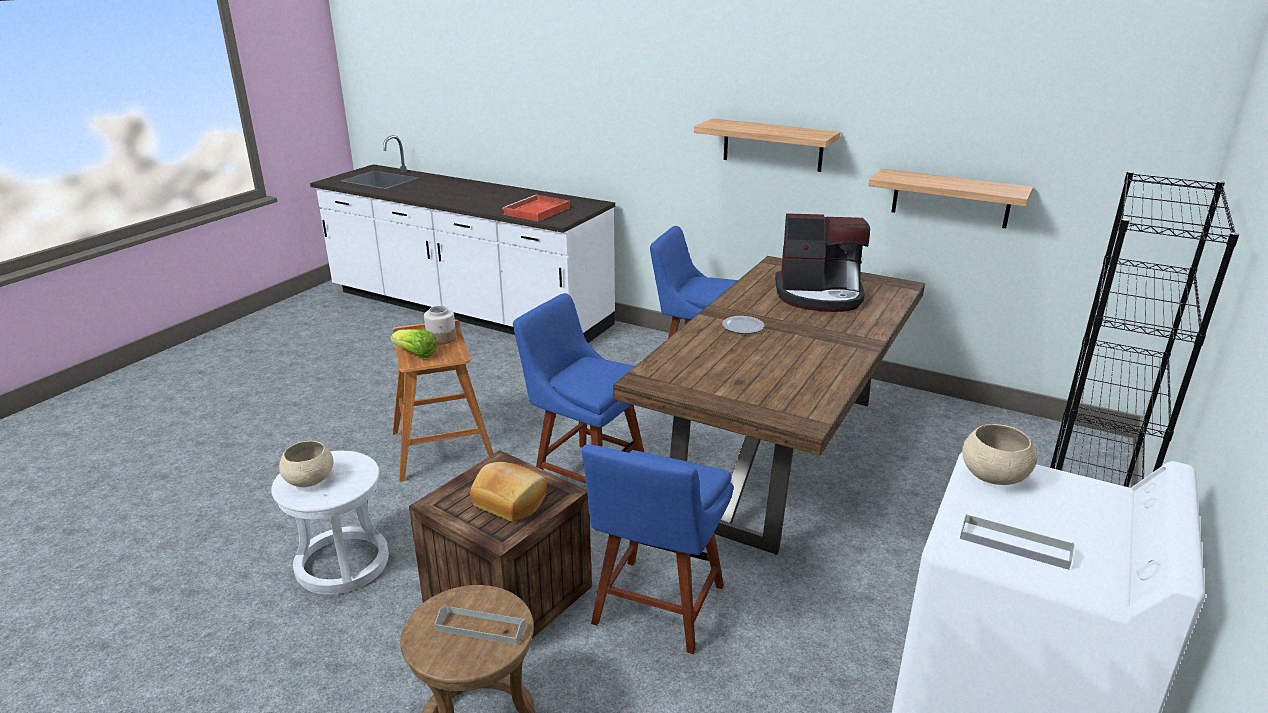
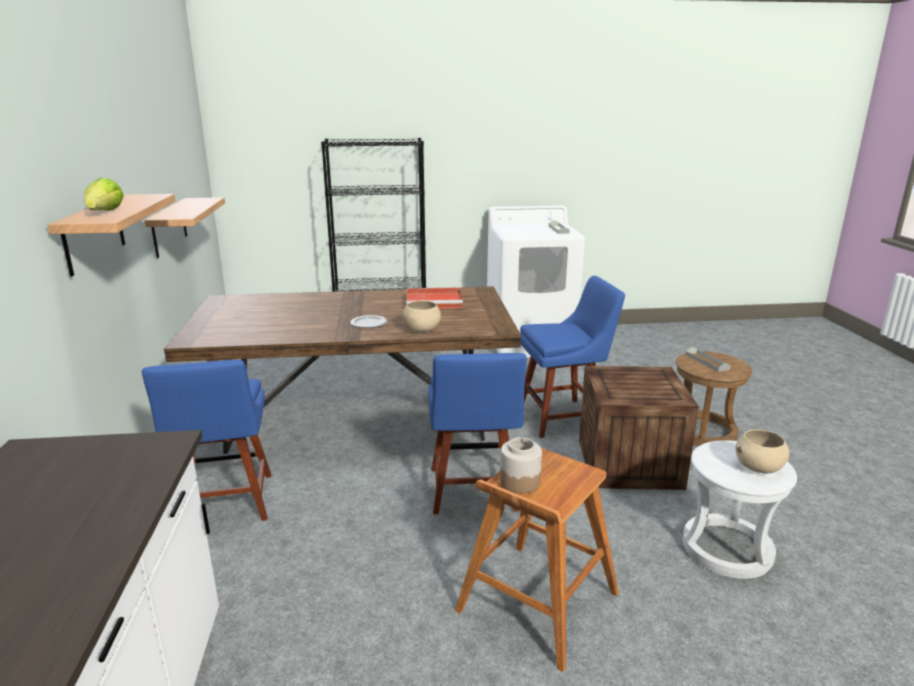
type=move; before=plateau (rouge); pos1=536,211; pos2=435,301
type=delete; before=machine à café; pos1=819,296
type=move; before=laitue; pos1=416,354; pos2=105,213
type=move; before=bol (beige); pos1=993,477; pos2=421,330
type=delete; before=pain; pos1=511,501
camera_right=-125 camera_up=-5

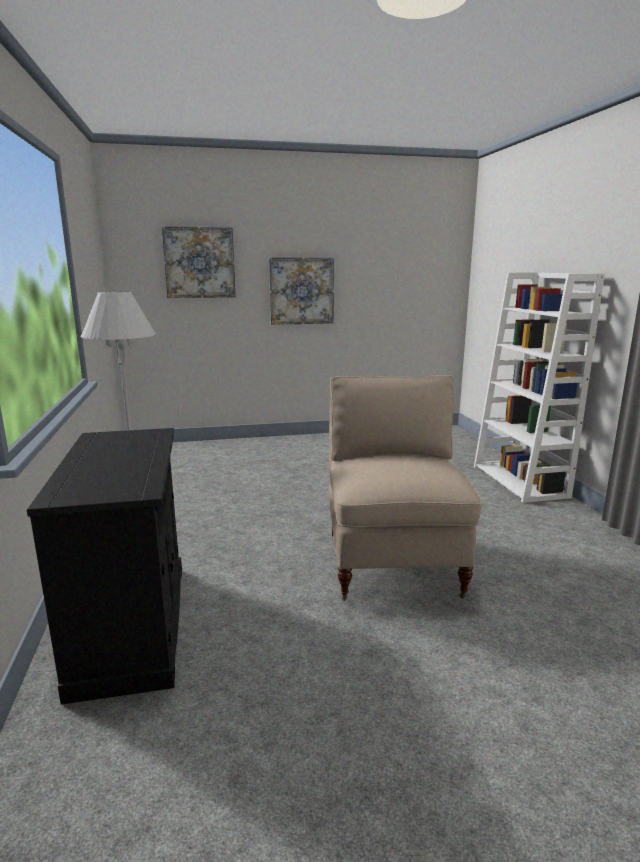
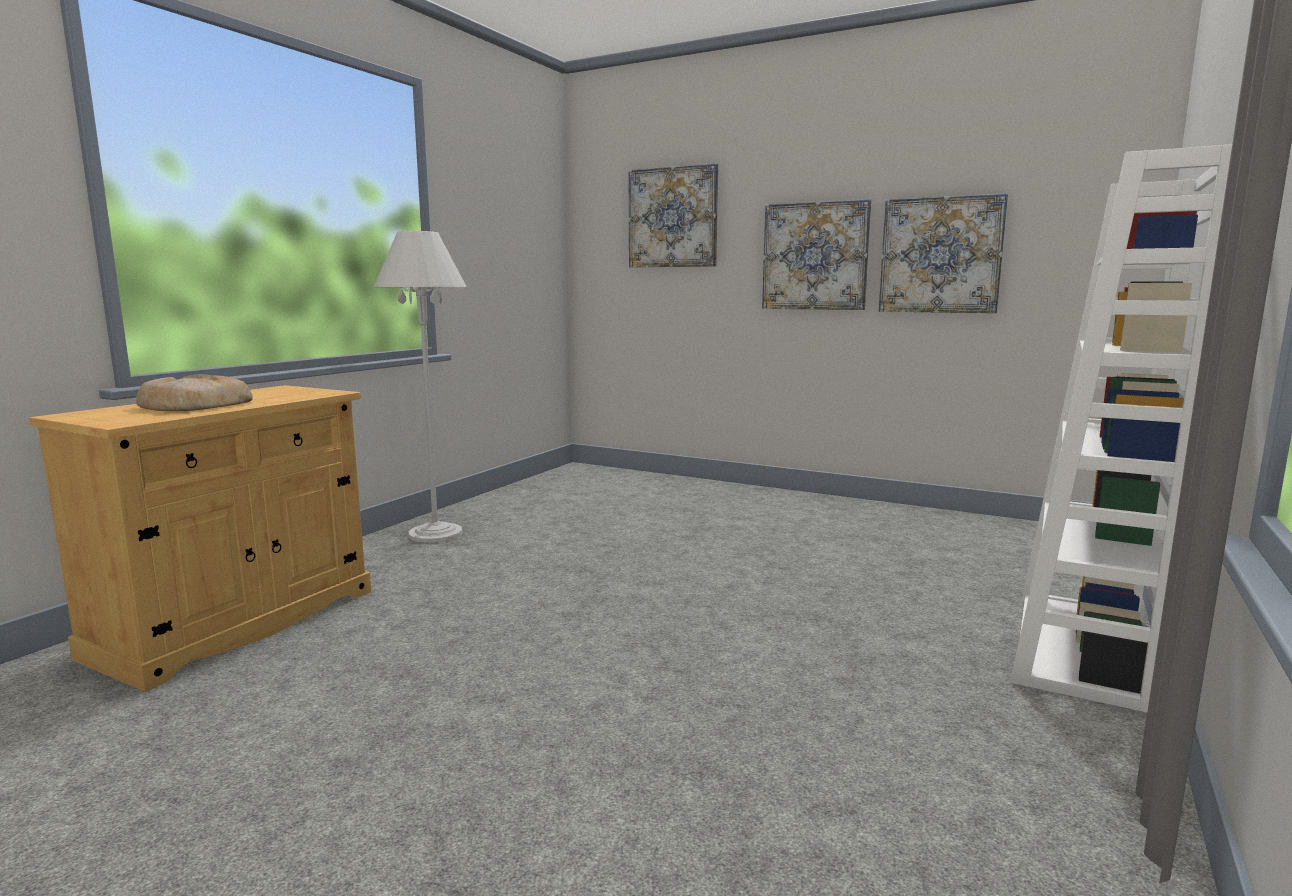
type=delete; before=chaise (beige); pos1=392,562
type=recolor; before=meuble de rangement (noir); after=meuble de rangement (beige); pos1=133,625; pos2=237,623
type=insert; after=tableau; pos2=940,255
type=insert; after=pain; pos2=193,405
camera_right=40 camera_up=-5

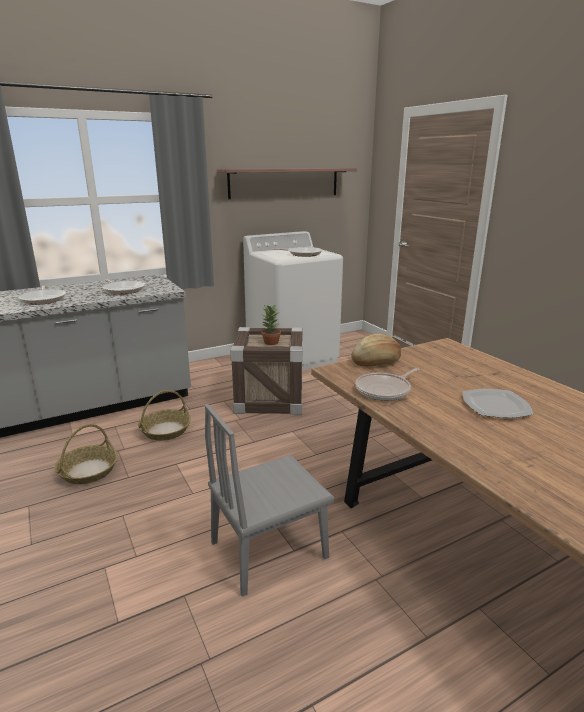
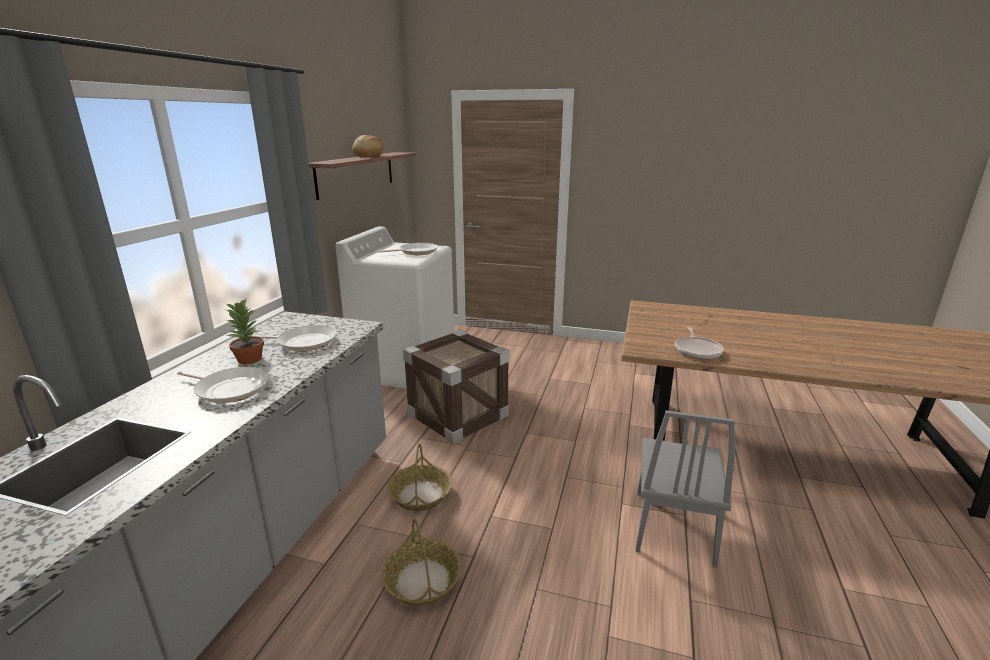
type=move; before=plante en pot; pos1=270,342; pos2=249,359
type=move; before=pain; pos1=376,362; pos2=369,156
type=delete; before=assiette; pos1=495,405
camera_right=-45 camera_up=0

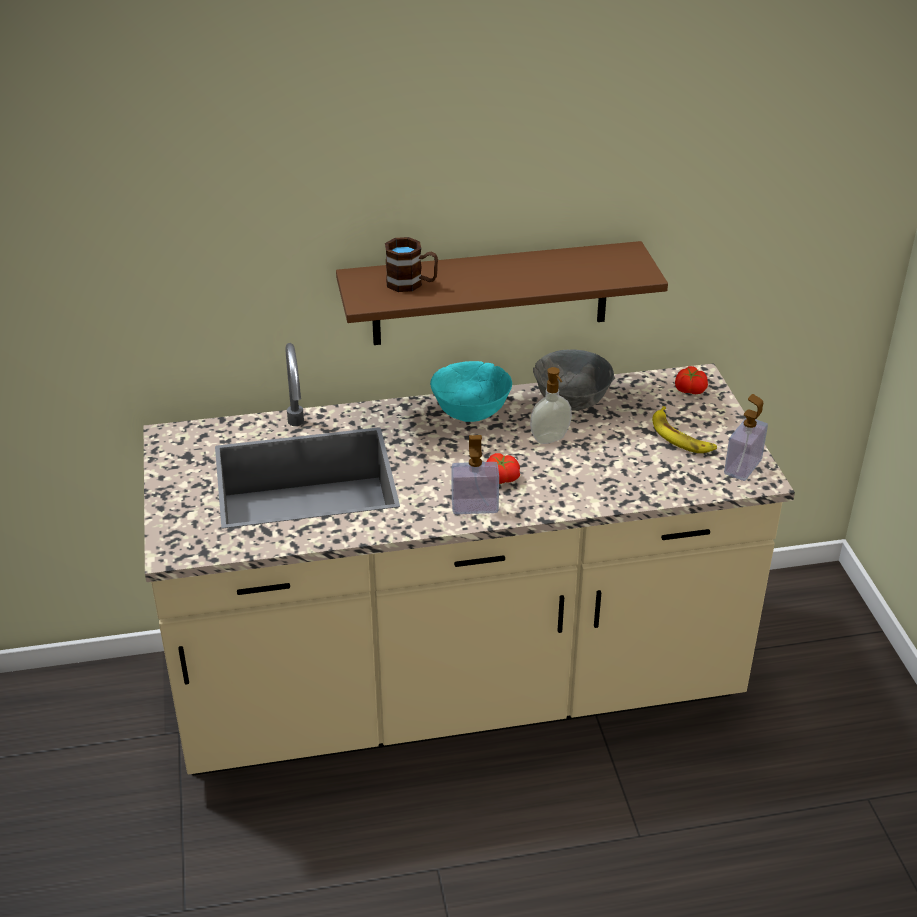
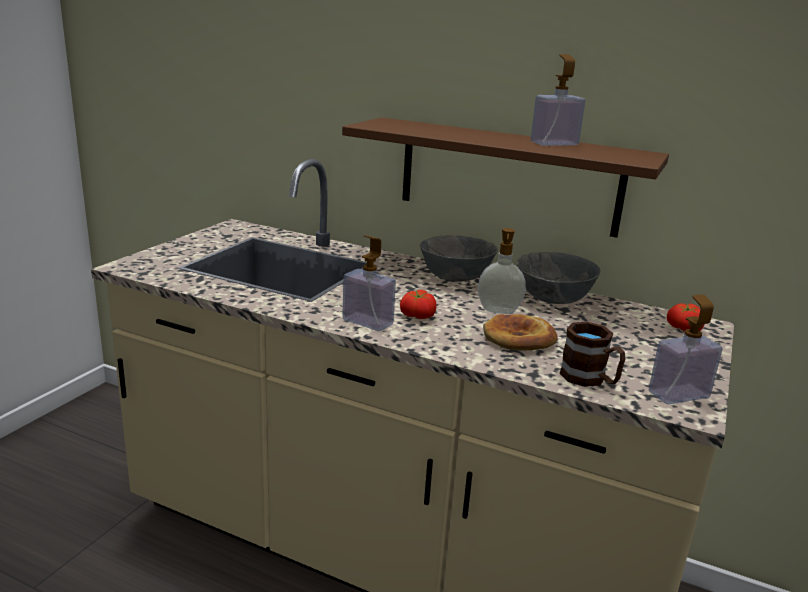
type=move; before=mug (marron); pos1=412,284; pos2=590,380
type=recolor; before=bol (turquoise); after=bol (gris); pos1=470,412; pos2=455,278
type=delete; before=banane; pos1=681,436
type=insert; after=distributeur de savon; pos2=554,143
type=insert; after=pain; pos2=518,338
camera_right=35 camera_up=-15

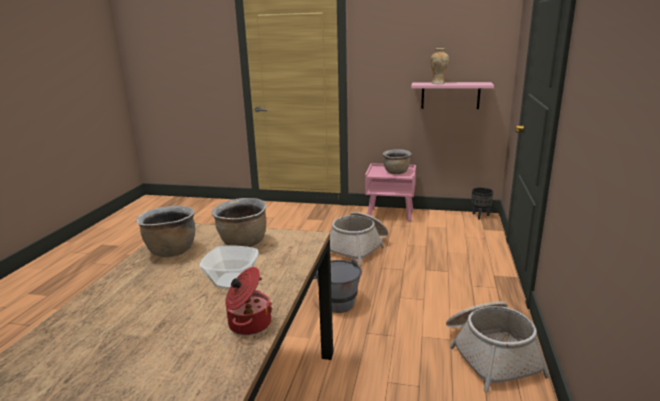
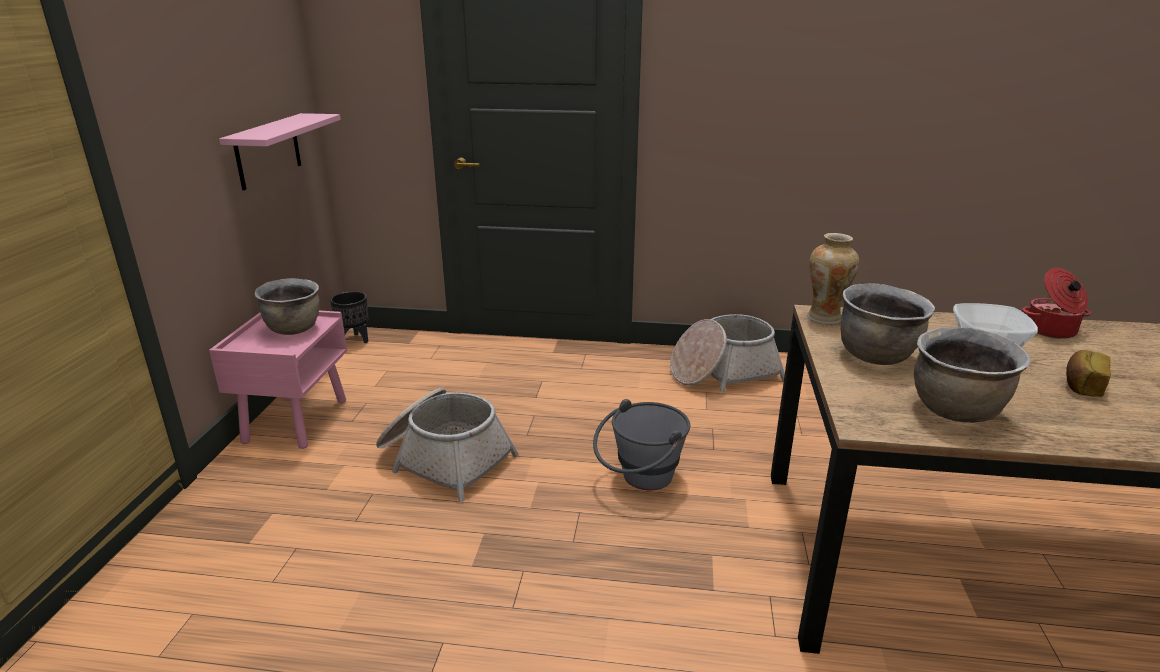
type=move; before=vase; pos1=438,83; pos2=825,318
type=insert; after=pain; pos2=1082,385
camera_right=-95 camera_up=5

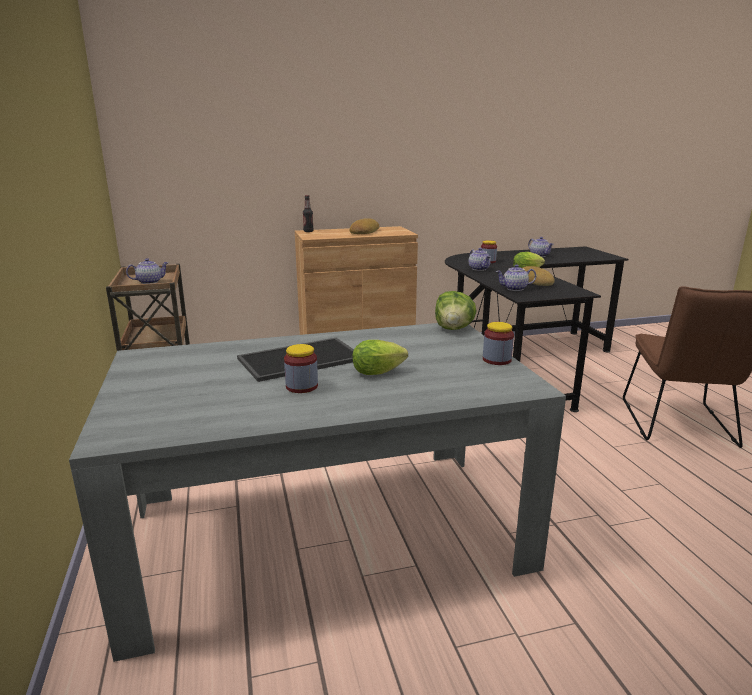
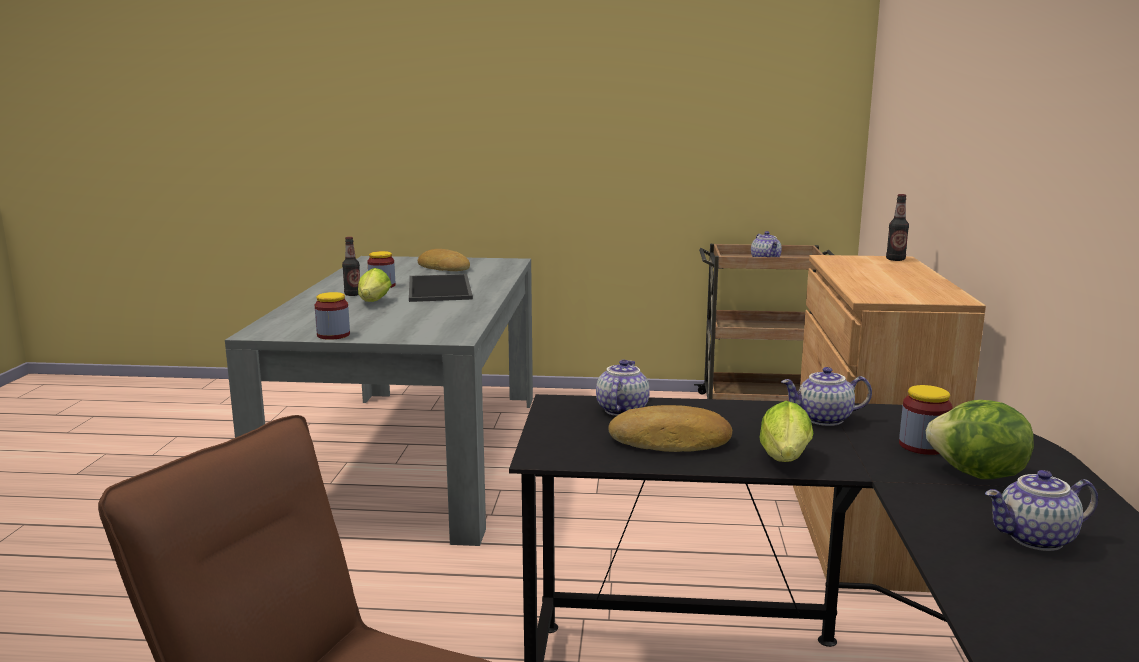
type=move; before=pain; pos1=363,232; pos2=445,267
type=move; before=laitue; pos1=454,329; pos2=977,475
type=insert; after=bouteille; pos2=352,294
camera_right=110 camera_up=-5

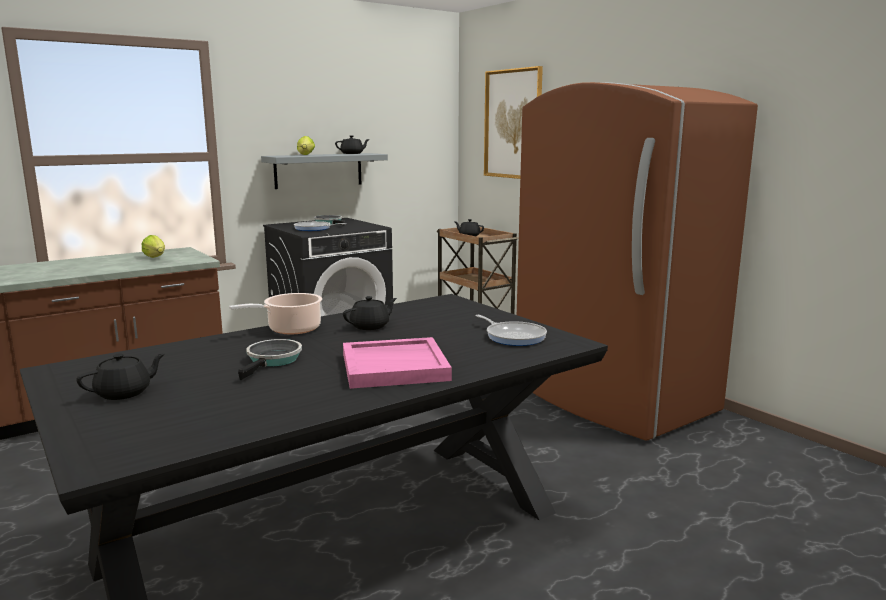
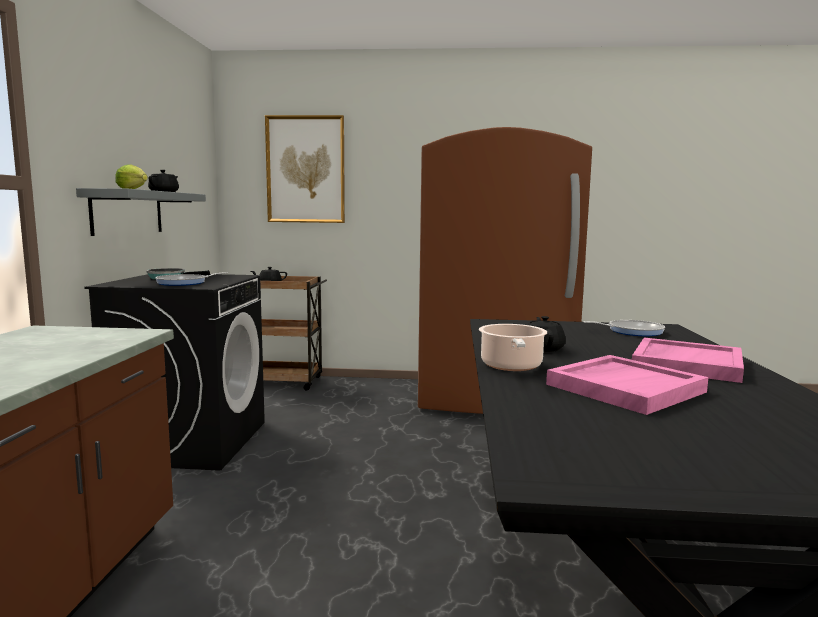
type=delete; before=laitue; pos1=156,258
type=replace; before=poêle; after=plateau (rose); pos1=273,361; pos2=624,388
type=delete; before=théière (noir); pos1=124,393
camera_right=-50 camera_up=-5

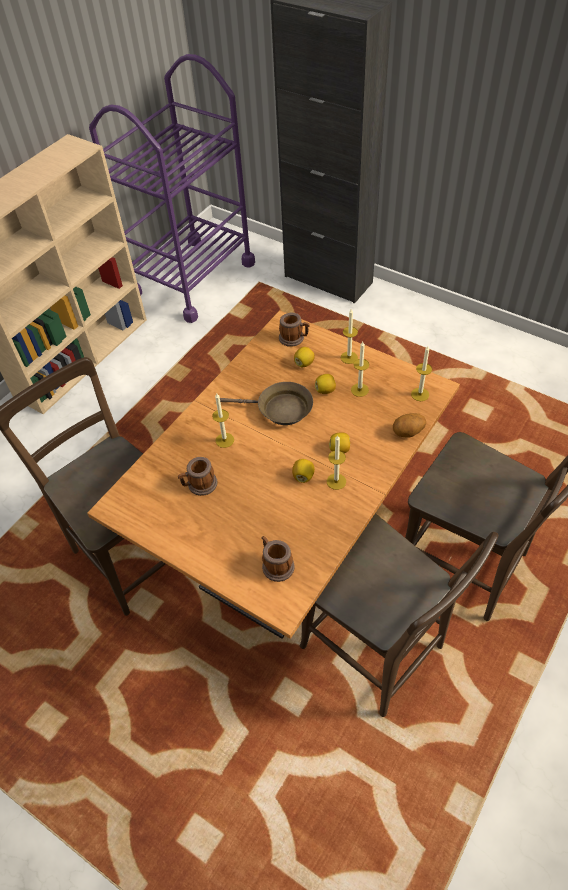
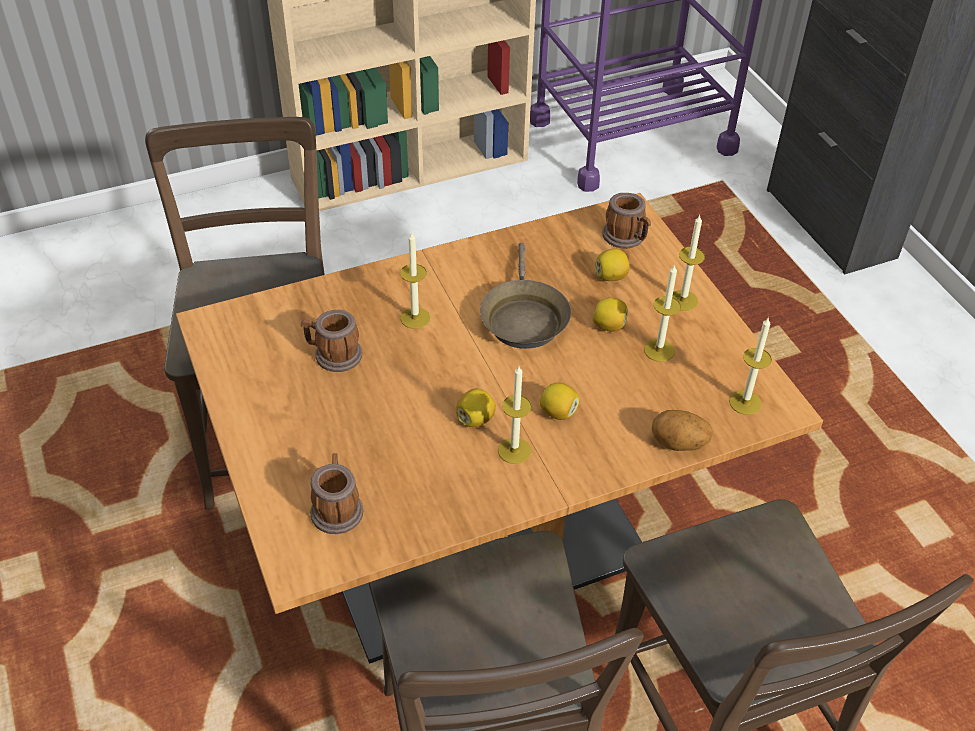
type=rotate; before=poêle (marron); pos1=280,409; pos2=523,318; turn=45
camera_right=30 camera_up=-5

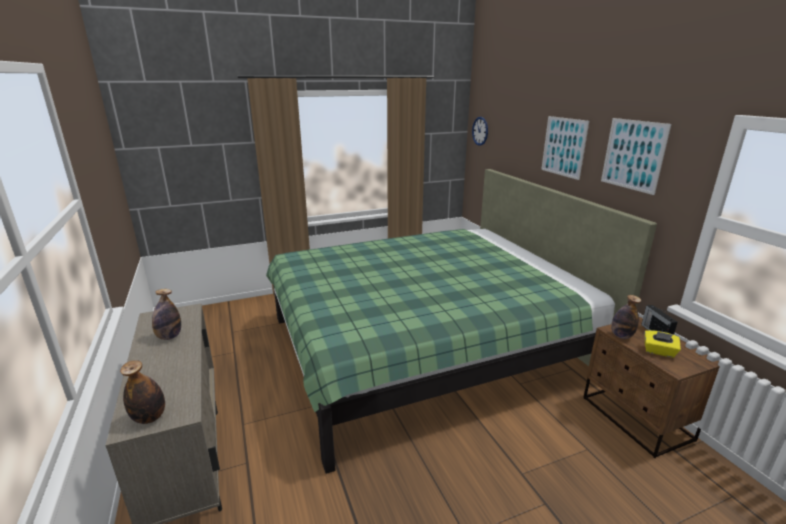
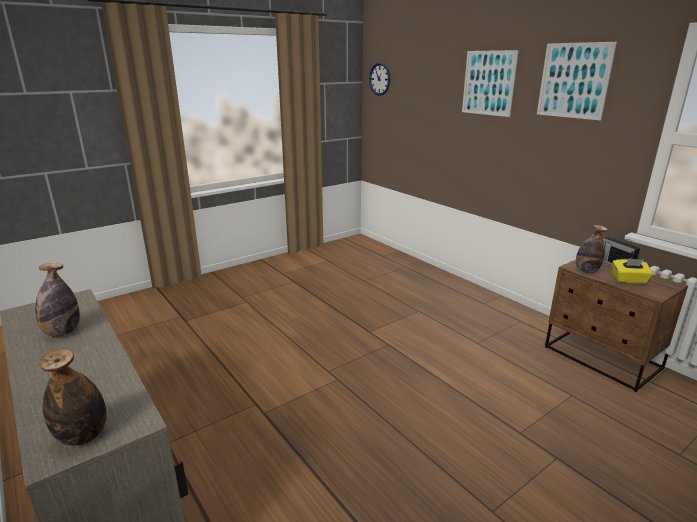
type=delete; before=lit (vert); pos1=425,346
camera_right=-15 camera_up=0

